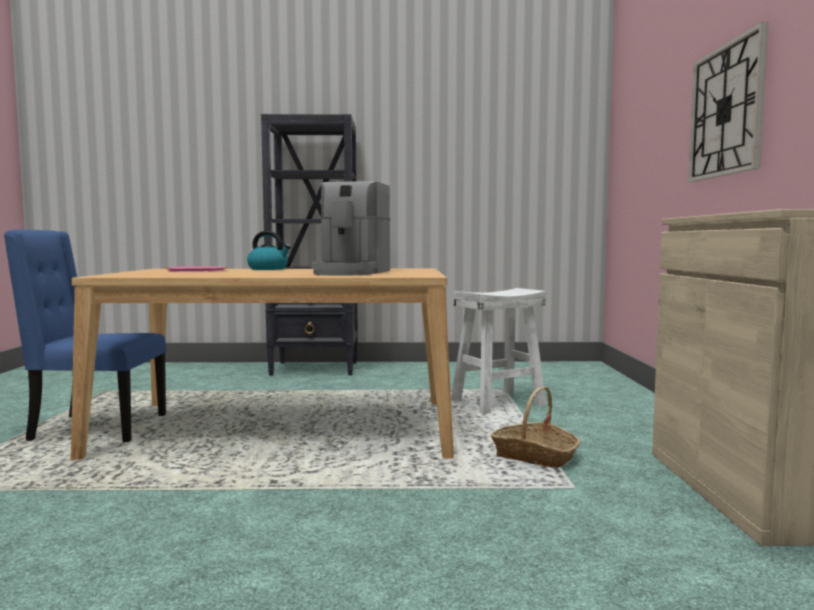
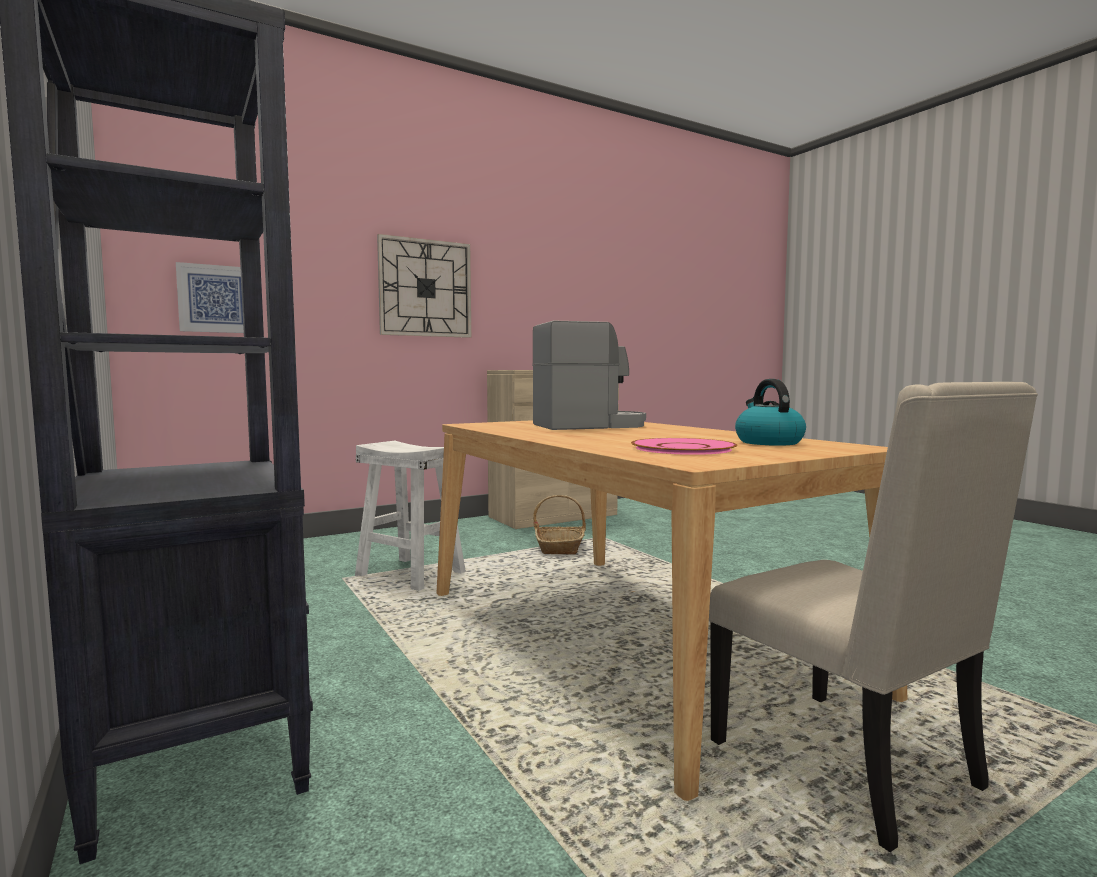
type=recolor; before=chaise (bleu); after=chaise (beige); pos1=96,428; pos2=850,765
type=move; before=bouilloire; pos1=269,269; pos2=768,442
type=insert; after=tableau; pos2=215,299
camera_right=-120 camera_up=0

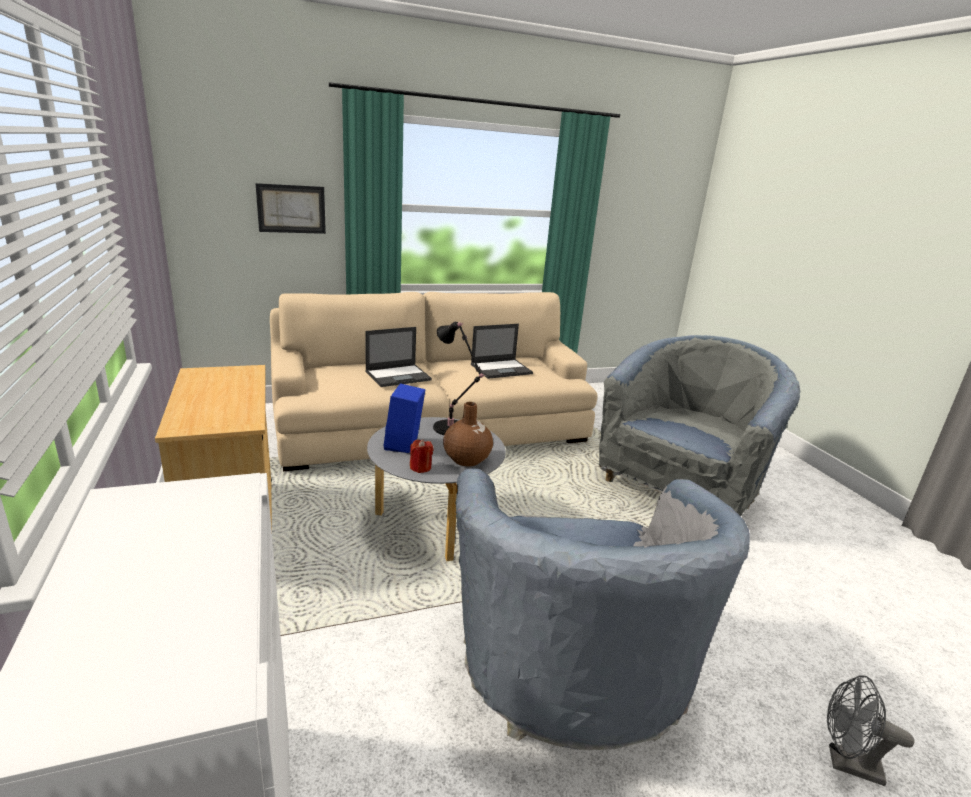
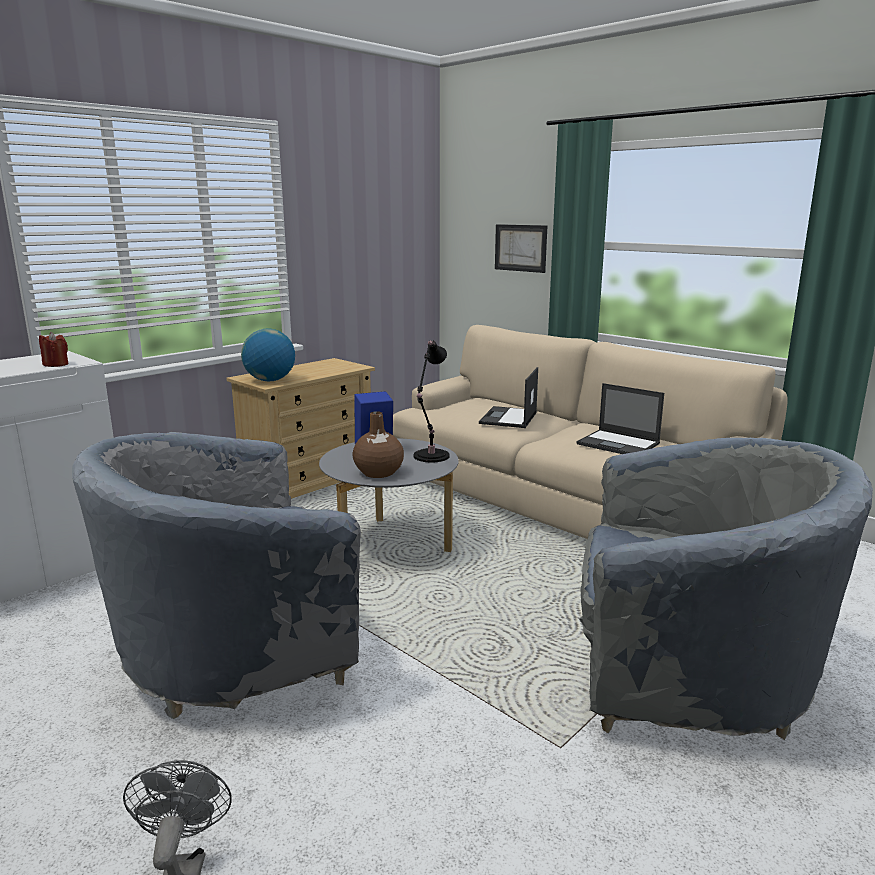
type=rotate; before=ordinateur portable; pos1=399,376; pos2=508,418; turn=75
type=move; before=bougie (rouge); pos1=420,467; pos2=56,364
type=insert; after=globe; pos2=270,380
camera_right=65 camera_up=-5

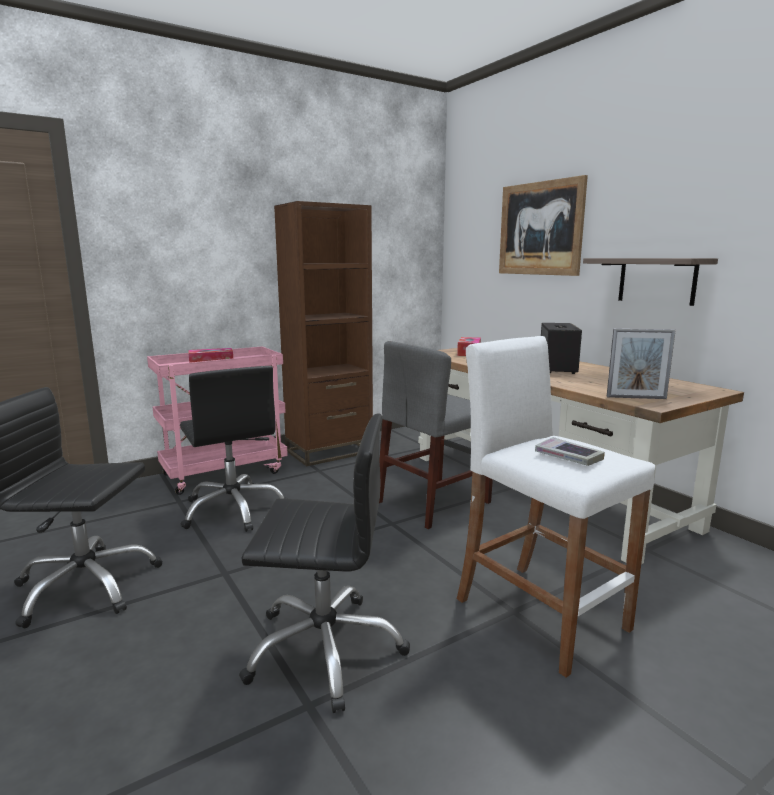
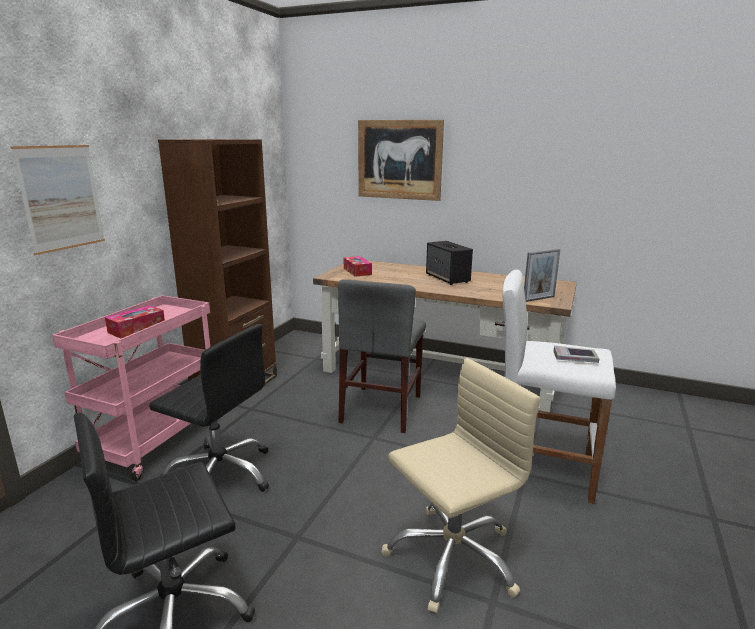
type=delete; before=étagère; pos1=656,280
type=recolor; before=chaise de bureau (noir); after=chaise de bureau (beige); pos1=325,648; pos2=452,557
type=insert; after=tableau; pos2=61,198
camera_right=-35 camera_up=5

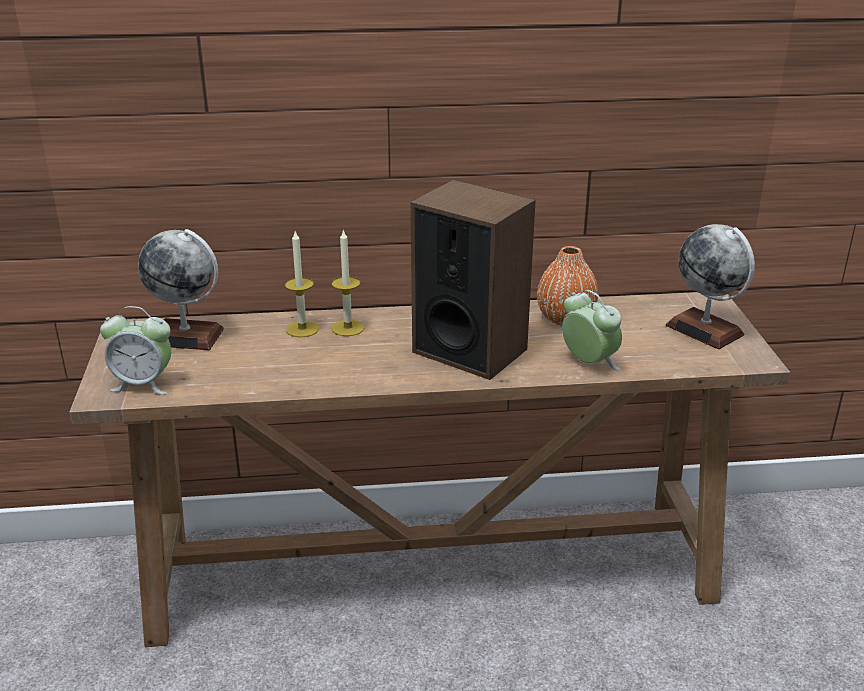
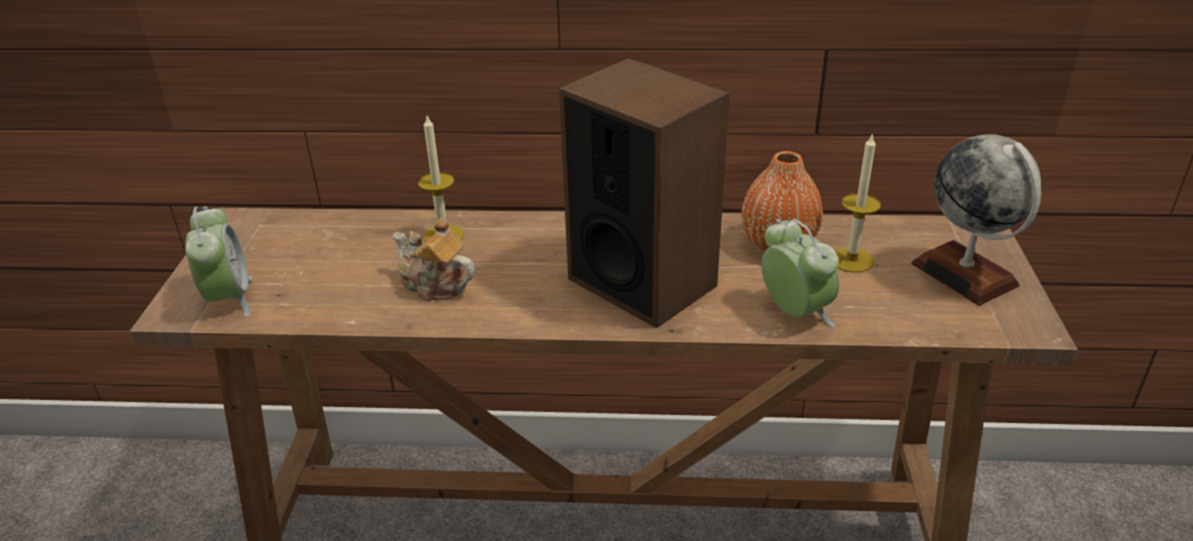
type=delete; before=globe; pos1=186,336
type=move; before=bougie; pos1=348,328; pos2=851,260
type=rotate; before=réveil; pos1=143,384; pos2=229,299; turn=-120
type=insert; after=théière; pos2=435,285
camera_right=10 camera_up=5

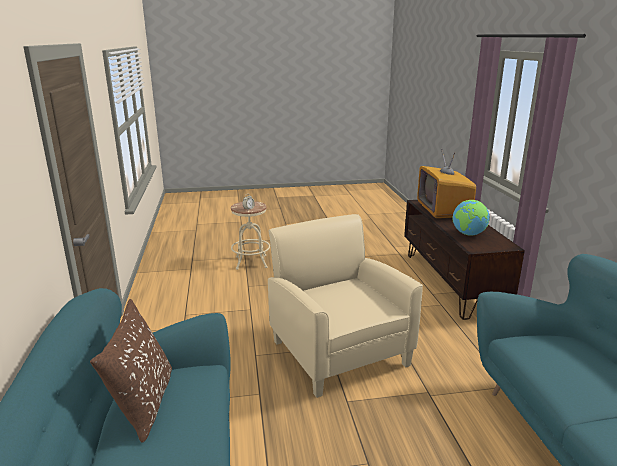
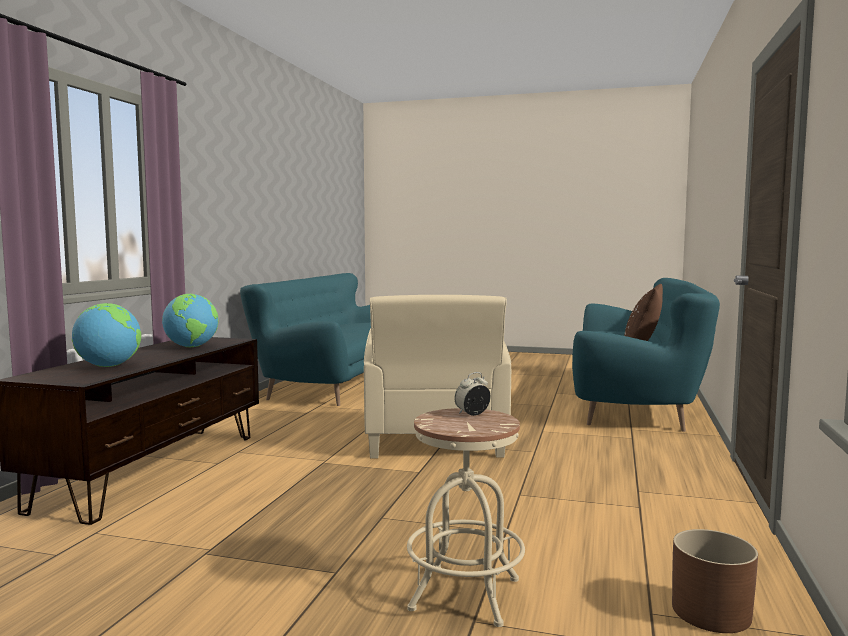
type=replace; before=téléviseur; after=globe; pos1=443,211; pos2=108,366
type=insert; after=cache-pot (marron); pos2=710,612
camera_right=-155 camera_up=-15

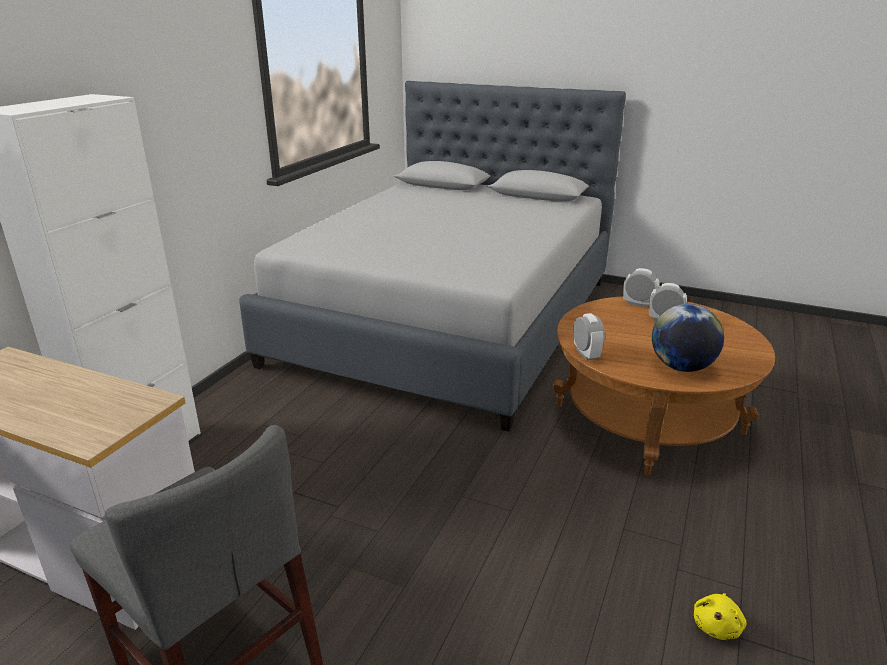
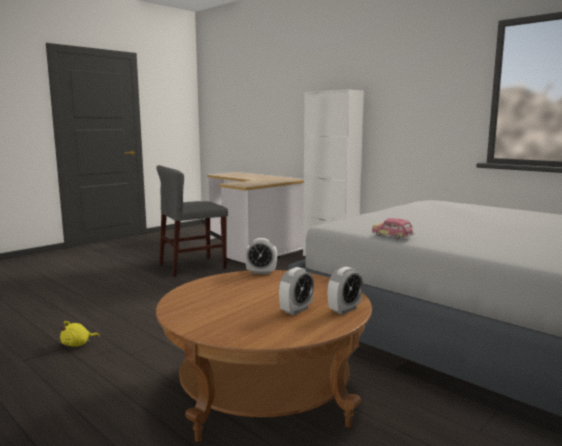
type=delete; before=globe; pos1=681,367
type=rotate; before=peluche (jaune); pos1=717,626; pos2=78,344; turn=-90
type=insert; after=petite voiture; pos2=392,236
camera_right=110 camera_up=-15

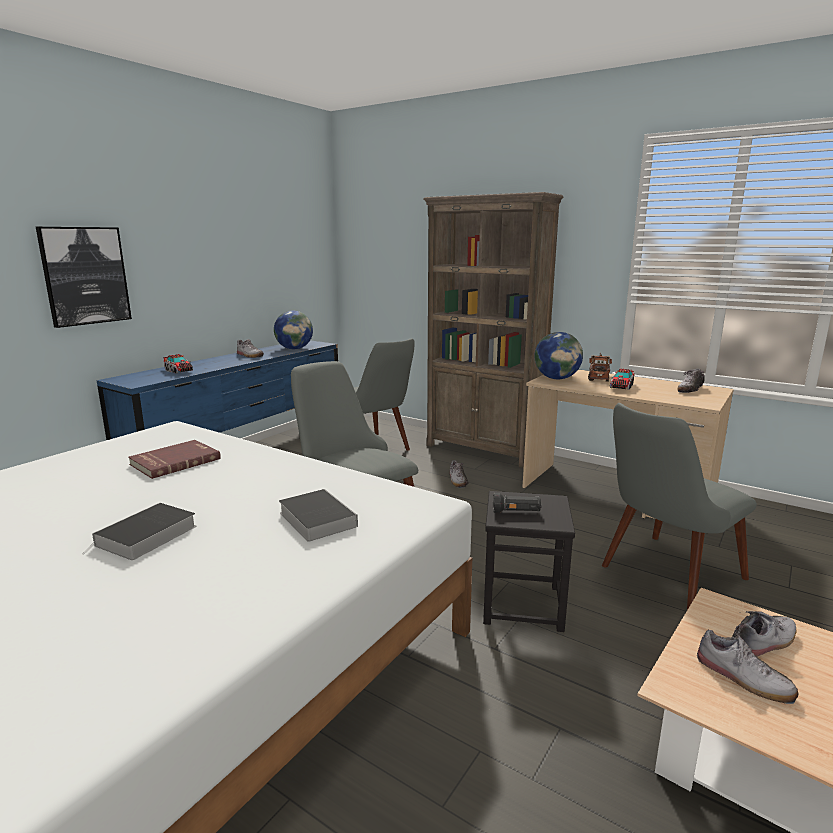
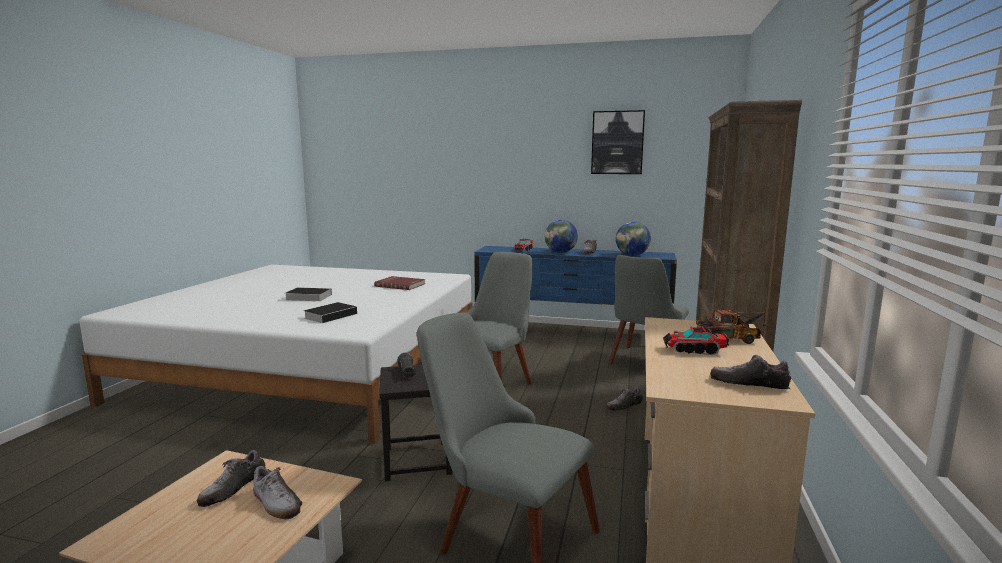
type=move; before=tableau; pos1=85,276; pos2=617,142
type=move; before=globe; pos1=556,378; pos2=560,252
camera_right=70 camera_up=-5

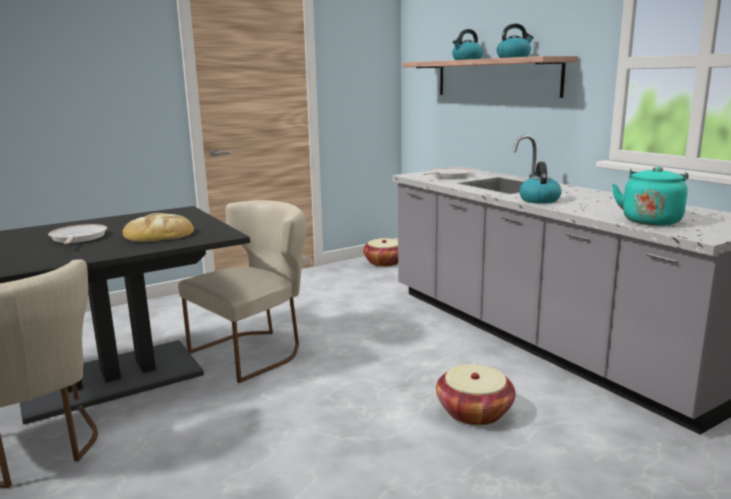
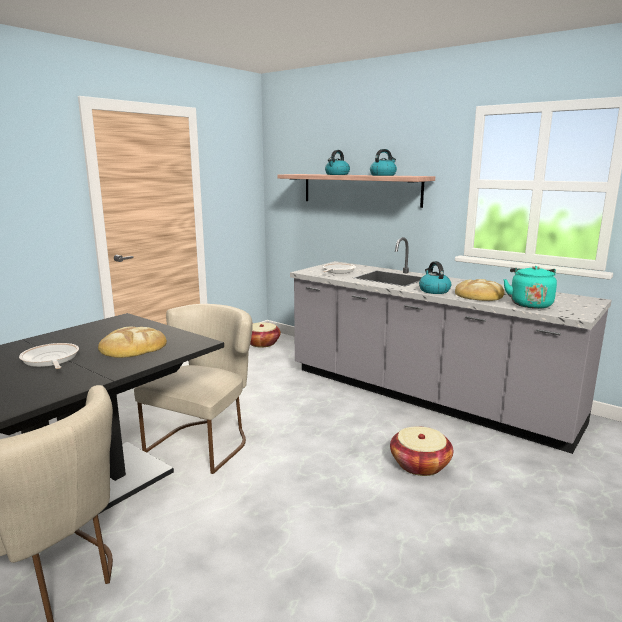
type=insert; after=pain; pos2=479,295
camera_right=-20 camera_up=0

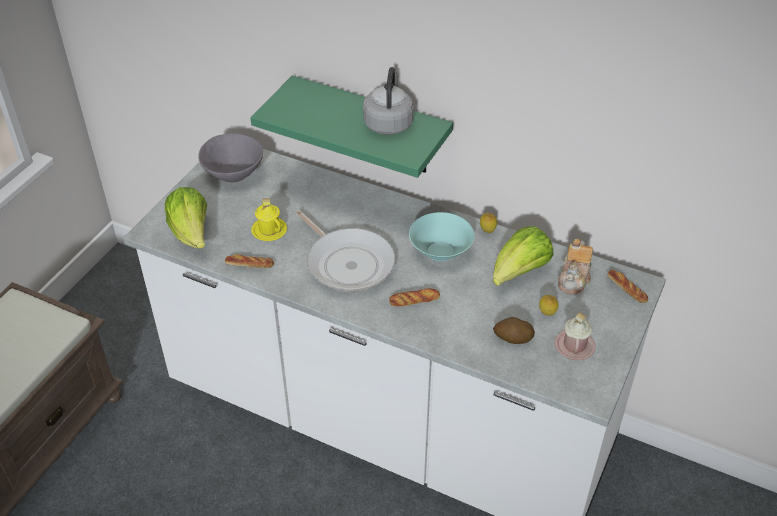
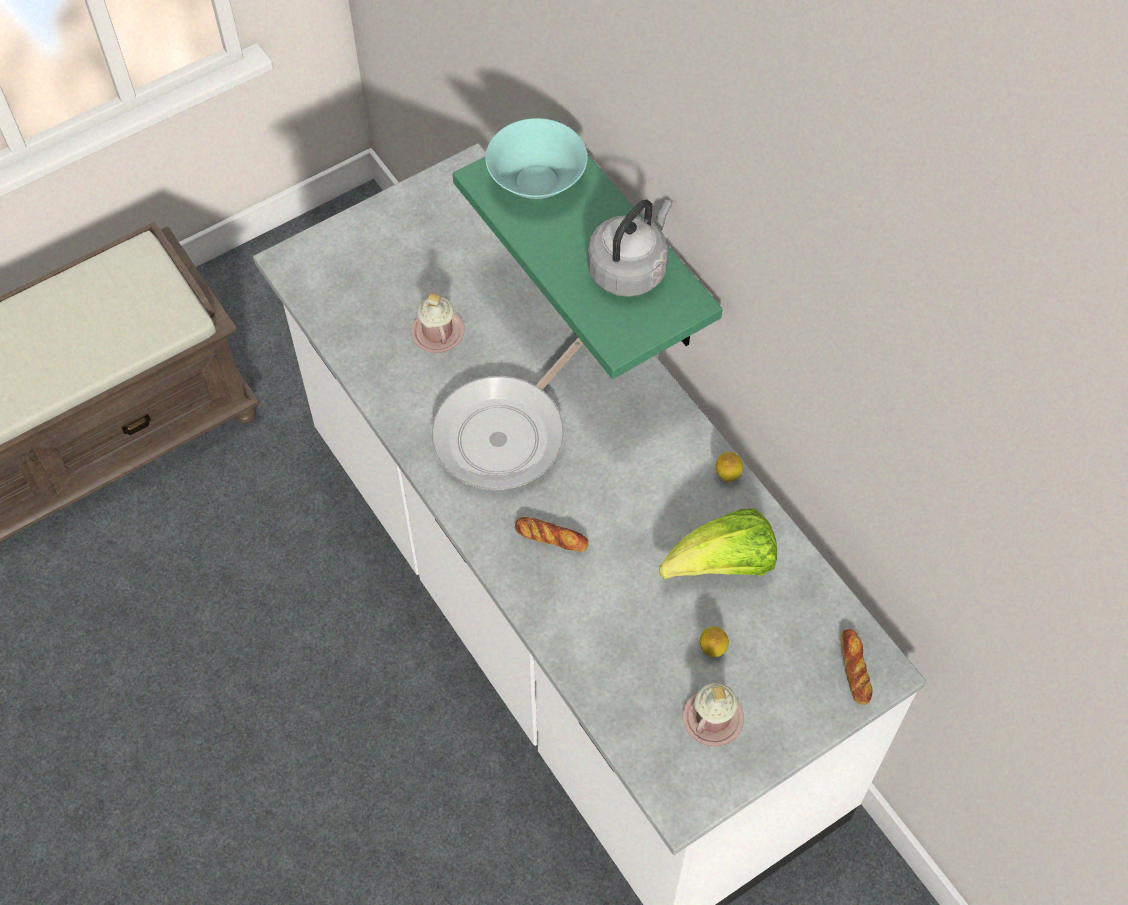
type=delete; before=bol (gris); pos1=233,173
type=delete; before=laitue; pos1=192,234
type=recolor; before=mug (jaune); after=mug (rose); pos1=269,230; pos2=437,332
type=rotate; before=poêle; pos1=347,262; pos2=505,434; turn=45
type=move; before=bol (turquoise); pos1=441,251; pos2=538,181
type=delete; before=théière; pos1=574,279
type=delete; before=pain; pos1=249,264
type=delete; before=pomme de terre; pos1=512,338
camera_right=30 camera_up=15

